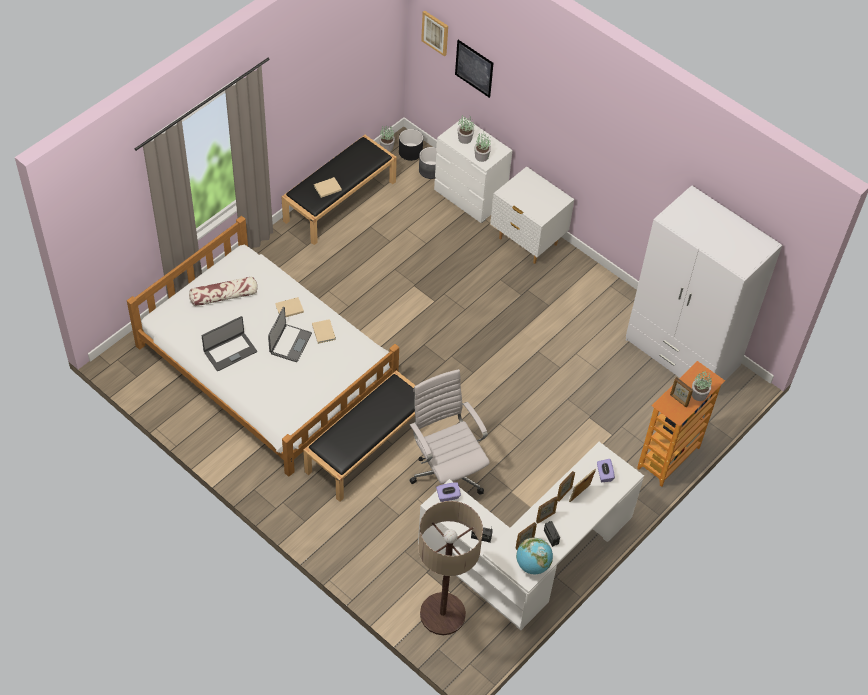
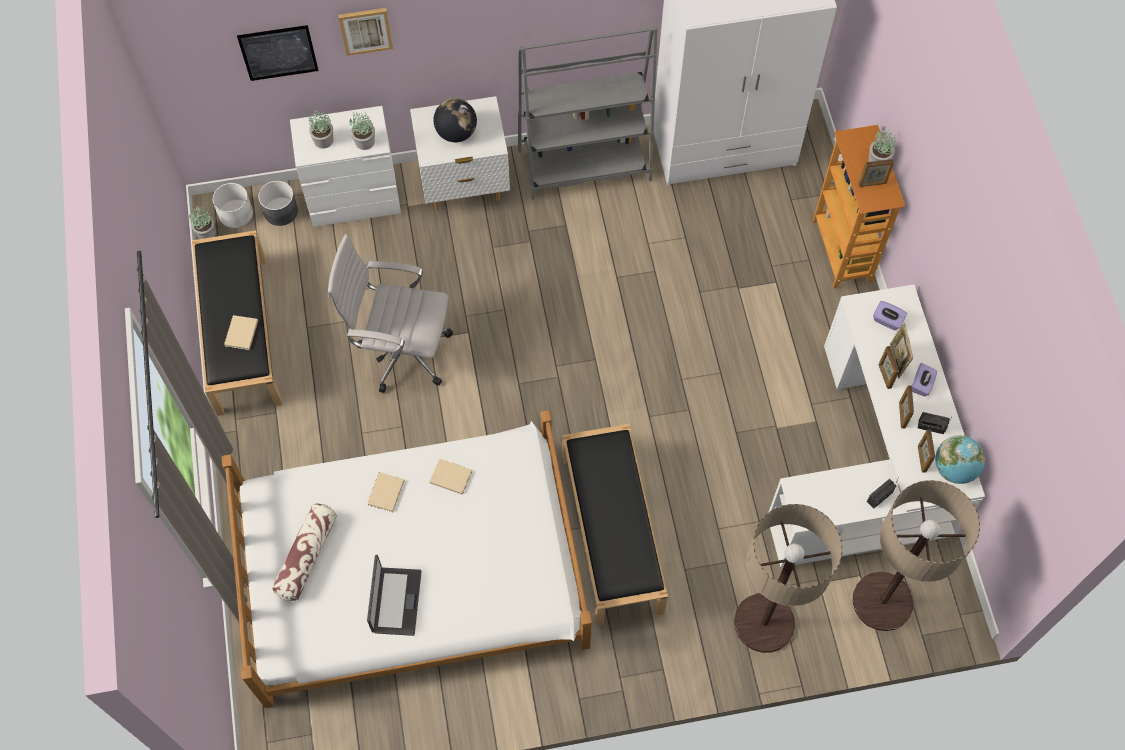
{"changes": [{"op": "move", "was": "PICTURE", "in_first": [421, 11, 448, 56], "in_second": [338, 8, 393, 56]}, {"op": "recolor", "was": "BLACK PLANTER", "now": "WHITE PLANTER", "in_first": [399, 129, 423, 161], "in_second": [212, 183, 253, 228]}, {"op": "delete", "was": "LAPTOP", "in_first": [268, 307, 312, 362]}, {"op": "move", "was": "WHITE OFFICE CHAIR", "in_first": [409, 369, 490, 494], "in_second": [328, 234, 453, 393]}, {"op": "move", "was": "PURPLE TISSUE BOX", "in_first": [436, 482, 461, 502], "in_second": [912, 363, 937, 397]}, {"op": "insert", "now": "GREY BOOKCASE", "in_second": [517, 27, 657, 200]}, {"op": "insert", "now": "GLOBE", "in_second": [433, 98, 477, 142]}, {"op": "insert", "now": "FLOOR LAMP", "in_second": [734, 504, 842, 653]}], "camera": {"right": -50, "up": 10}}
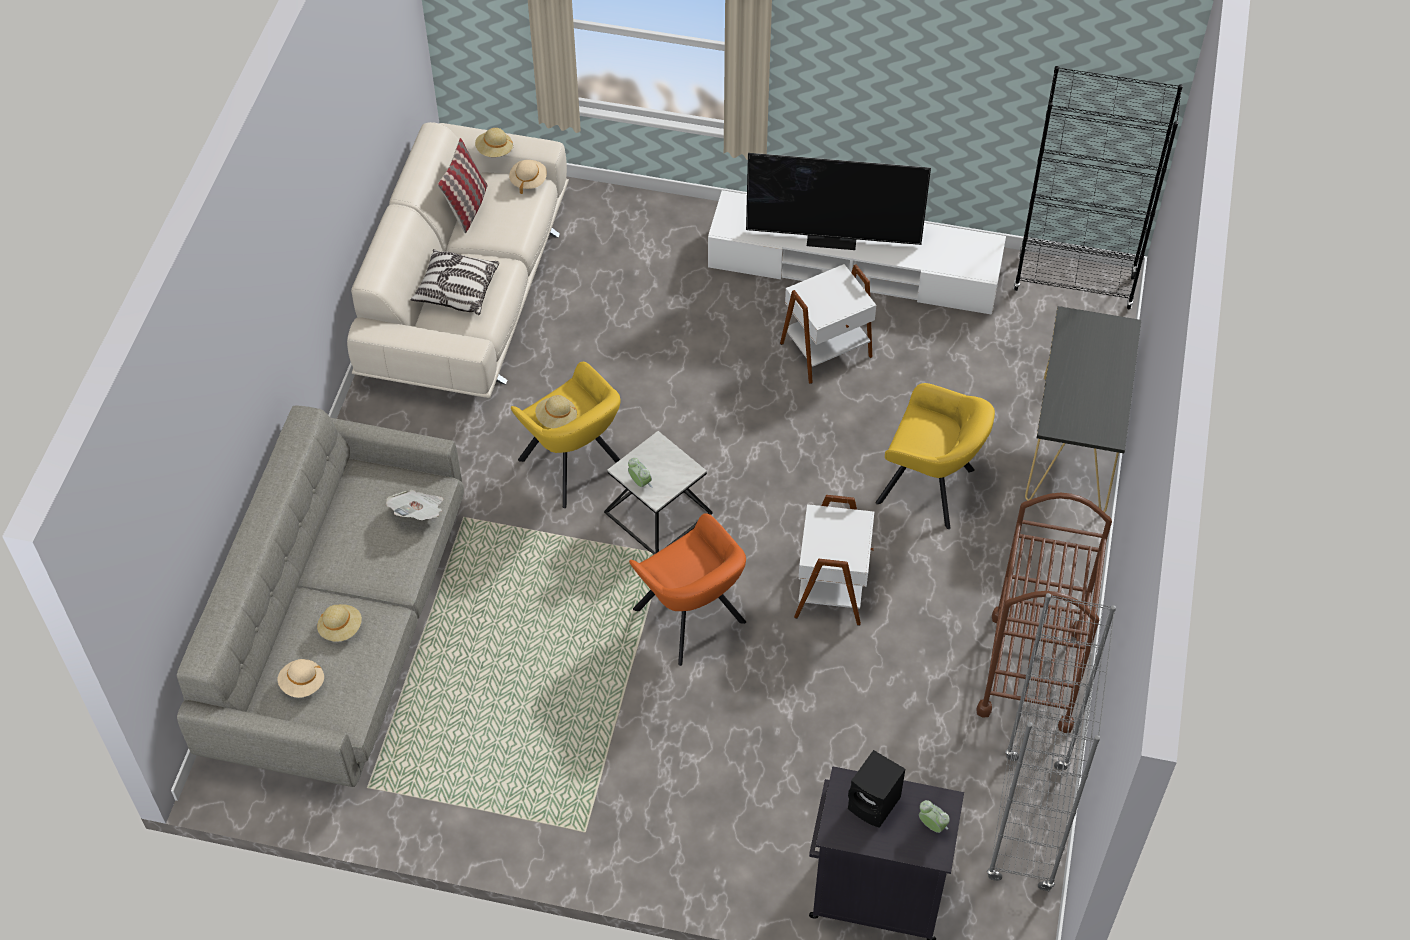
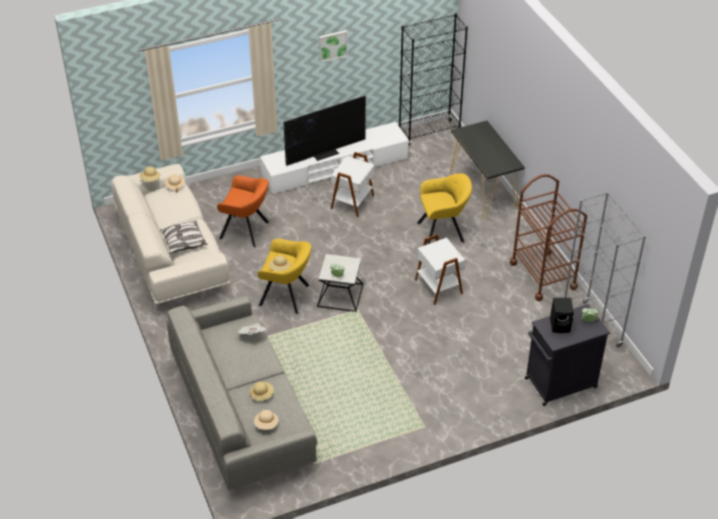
{"changes": [{"op": "delete", "was": "PILLOW", "in_first": [438, 138, 488, 233]}, {"op": "move", "was": "ORANGE ARMCHAIR", "in_first": [629, 513, 746, 666], "in_second": [217, 175, 269, 247]}, {"op": "insert", "now": "PICTURE", "in_second": [319, 30, 348, 62]}], "camera": {"right": -35, "up": -10}}
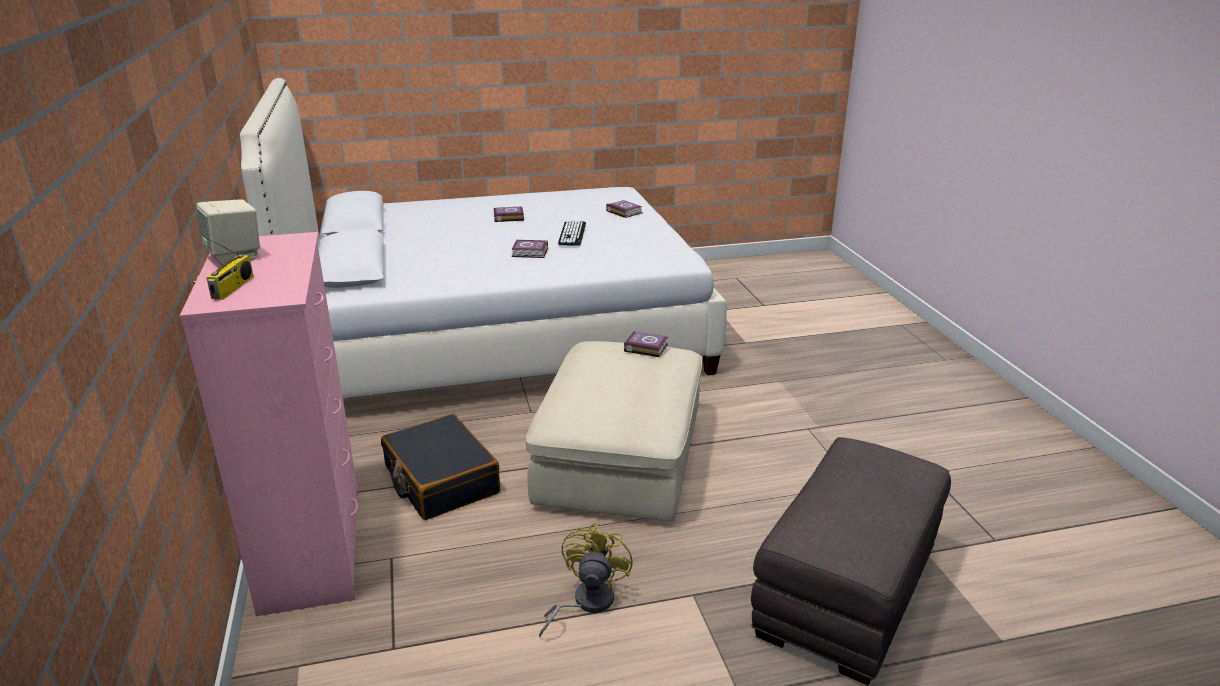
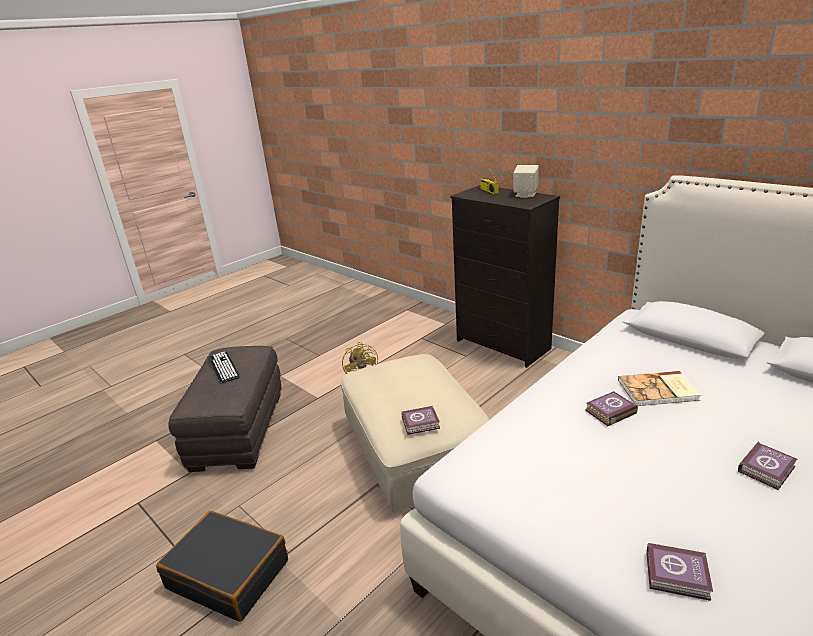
{"changes": [{"op": "move", "was": "KEYBOARD", "in_first": [558, 220, 586, 246], "in_second": [208, 351, 240, 384]}, {"op": "recolor", "was": "PINK DRESSER", "now": "BLACK DRESSER", "in_first": [180, 232, 358, 616], "in_second": [450, 185, 560, 368]}, {"op": "move", "was": "BLACK SUITCASE", "in_first": [381, 414, 500, 520], "in_second": [156, 511, 288, 622]}, {"op": "insert", "now": "BOOK", "in_second": [618, 371, 701, 406]}], "camera": {"right": 150, "up": 0}}
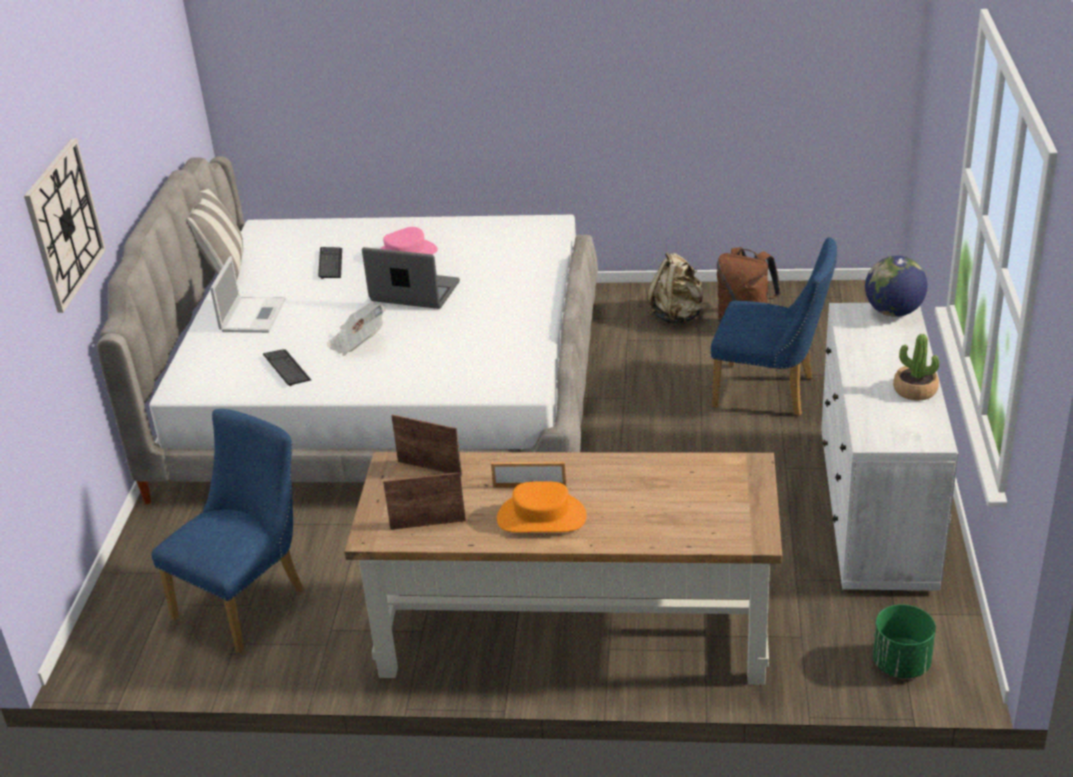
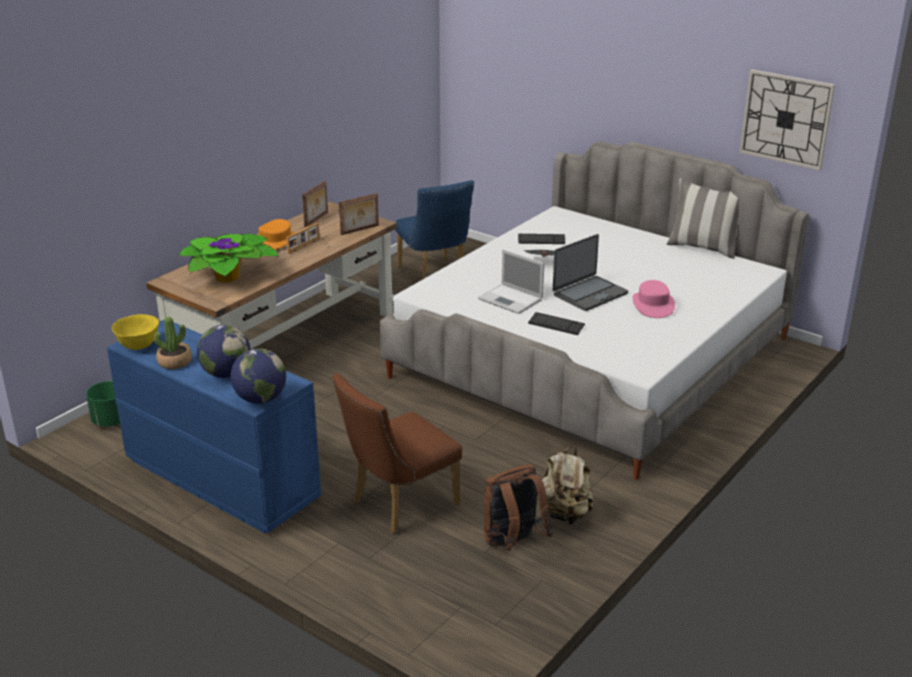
{"changes": [{"op": "move", "was": "WALL CLOCK", "in_first": [24, 138, 106, 313], "in_second": [739, 69, 835, 171]}, {"op": "recolor", "was": "BLUE CHAIR", "now": "BROWN CHAIR", "in_first": [711, 237, 837, 416], "in_second": [332, 373, 462, 533]}, {"op": "move", "was": "KEYBOARD", "in_first": [318, 247, 342, 279], "in_second": [528, 312, 585, 335]}, {"op": "move", "was": "LAPTOP", "in_first": [210, 256, 286, 333], "in_second": [478, 250, 544, 314]}, {"op": "recolor", "was": "WHITE DRESSER", "now": "BLUE DRESSER", "in_first": [821, 303, 958, 591], "in_second": [107, 320, 321, 533]}, {"op": "insert", "now": "POTTED PLANT", "in_second": [178, 234, 279, 283]}, {"op": "insert", "now": "YELLOW BOWL", "in_second": [112, 314, 159, 350]}, {"op": "insert", "now": "GLOBE", "in_second": [197, 325, 251, 378]}], "camera": {"right": 120, "up": -5}}
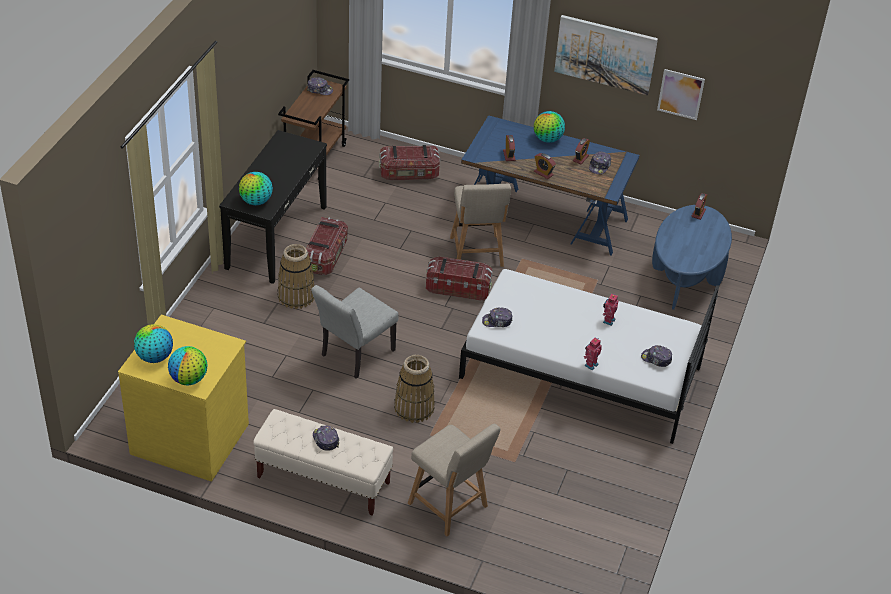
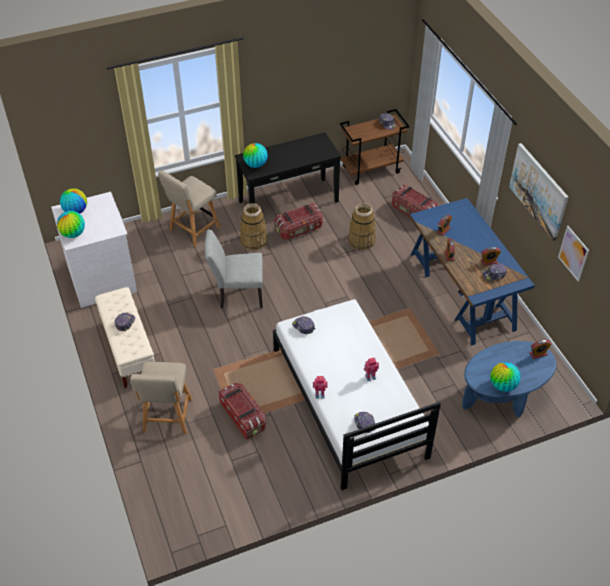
{"changes": [{"op": "move", "was": "GLOBE", "in_first": [534, 111, 565, 143], "in_second": [490, 362, 521, 392]}, {"op": "move", "was": "BEIGE CHAIR", "in_first": [450, 184, 511, 267], "in_second": [158, 170, 221, 247]}, {"op": "move", "was": "STORAGE BOX", "in_first": [426, 257, 493, 301], "in_second": [219, 383, 266, 439]}, {"op": "recolor", "was": "YELLOW DRESSER", "now": "WHITE DRESSER", "in_first": [118, 315, 249, 482], "in_second": [51, 192, 137, 308]}, {"op": "move", "was": "BASKET", "in_first": [394, 355, 435, 423], "in_second": [348, 203, 376, 251]}], "camera": {"right": 50, "up": 5}}
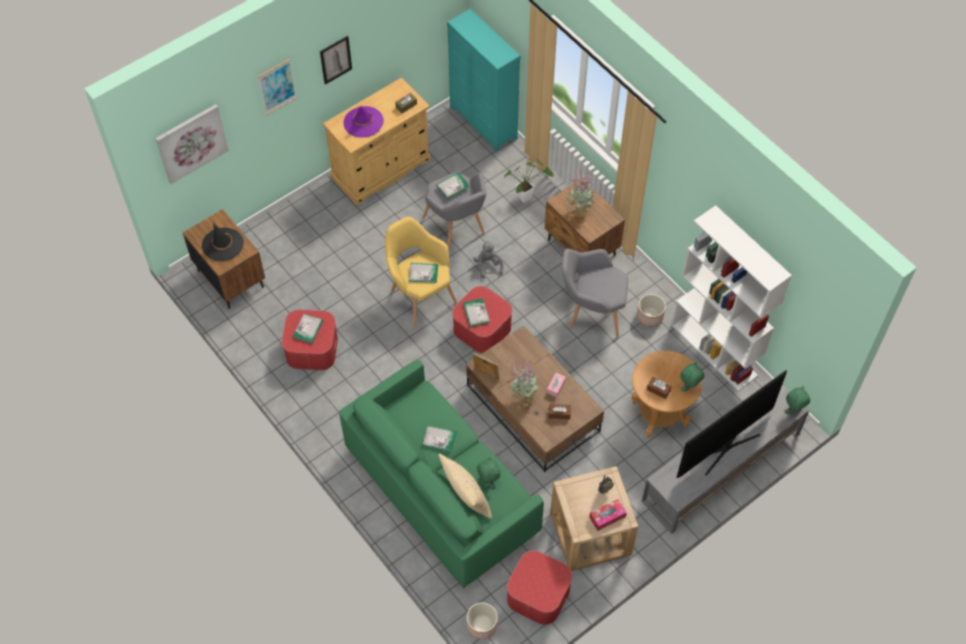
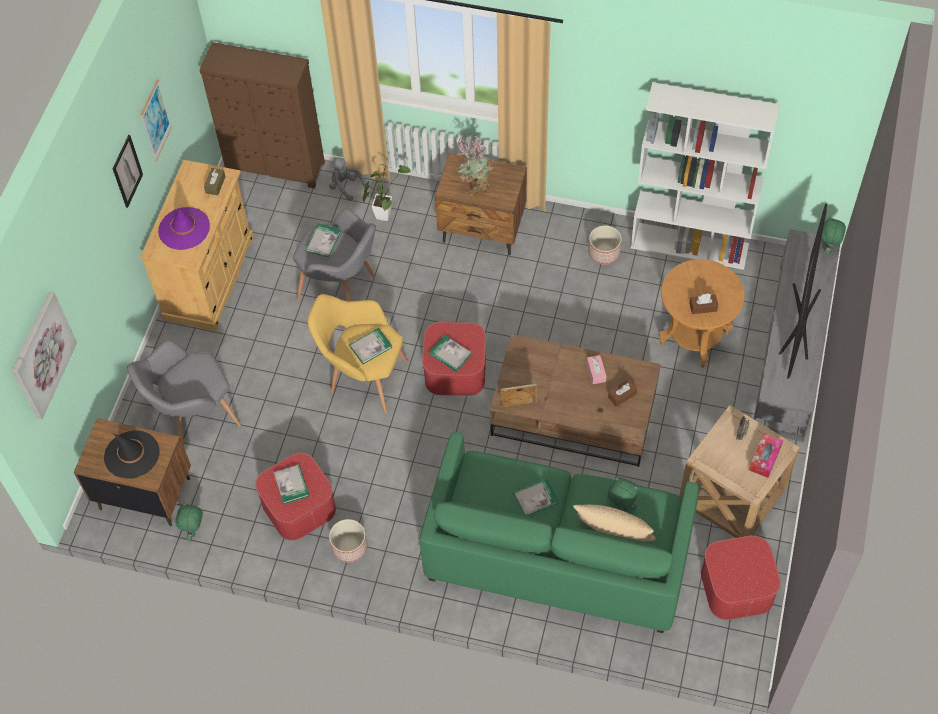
{"changes": [{"op": "recolor", "was": "TURQUOISE DRESSER", "now": "BROWN DRESSER", "in_first": [447, 9, 521, 152], "in_second": [199, 42, 325, 189]}, {"op": "move", "was": "PICTURE", "in_first": [258, 59, 297, 116], "in_second": [140, 79, 172, 161]}, {"op": "move", "was": "GREY PLUSH TOY", "in_first": [473, 240, 504, 279], "in_second": [329, 158, 366, 201]}, {"op": "move", "was": "GREY ARMCHAIR", "in_first": [561, 249, 628, 338], "in_second": [127, 341, 241, 446]}, {"op": "delete", "was": "POTTED PLANT", "in_first": [509, 360, 539, 408]}, {"op": "move", "was": "GREEN PLUSH TOY", "in_first": [680, 362, 705, 392], "in_second": [175, 502, 203, 541]}, {"op": "move", "was": "PLANTER", "in_first": [467, 603, 498, 639], "in_second": [329, 519, 367, 563]}], "camera": {"right": -35, "up": 0}}
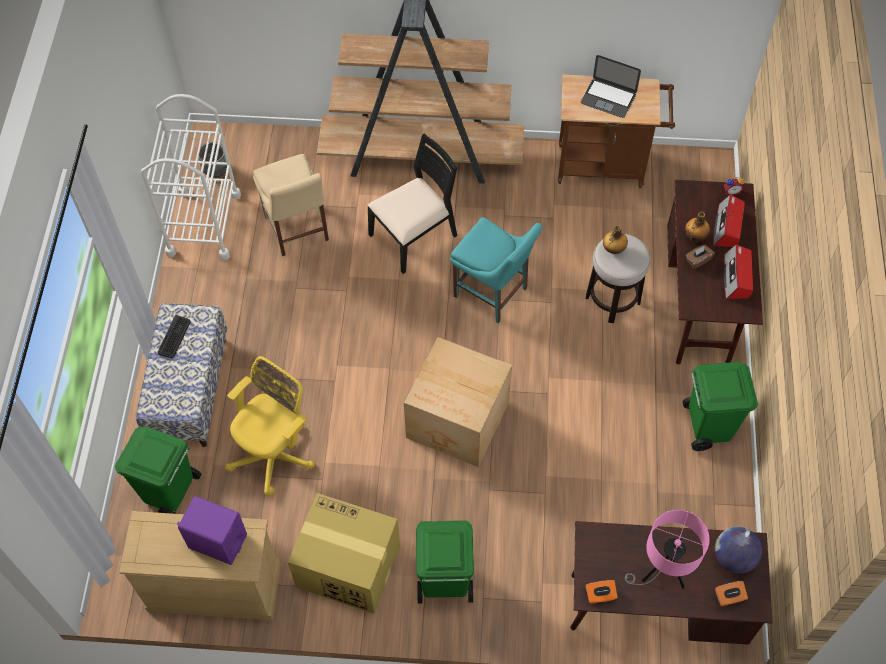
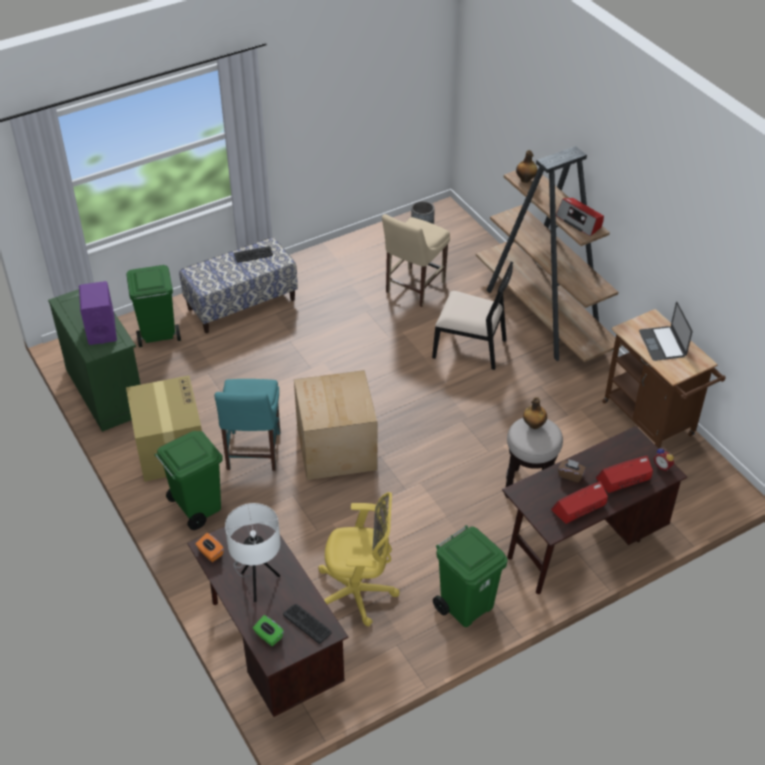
{"changes": [{"op": "delete", "was": "WHITE CART", "in_first": [141, 94, 241, 260]}, {"op": "move", "was": "BOTTLE", "in_first": [685, 212, 710, 243], "in_second": [516, 150, 538, 183]}, {"op": "move", "was": "TURQUOISE CHAIR", "in_first": [450, 217, 543, 323], "in_second": [214, 379, 280, 471]}, {"op": "move", "was": "YELLOW OFFICE CHAIR", "in_first": [225, 356, 315, 496], "in_second": [318, 492, 400, 627]}, {"op": "recolor", "was": "PINK TABLE LAMP", "now": "WHITE TABLE LAMP", "in_first": [625, 510, 710, 589], "in_second": [225, 503, 280, 602]}, {"op": "recolor", "was": "BEIGE DRESSER", "now": "GREEN DRESSER", "in_first": [119, 511, 281, 620], "in_second": [48, 289, 141, 432]}, {"op": "replace", "was": "GLOBE", "now": "KEYBOARD", "in_first": [715, 527, 762, 573], "in_second": [283, 604, 332, 644]}, {"op": "recolor", "was": "ORANGE TISSUE BOX", "now": "GREEN TISSUE BOX", "in_first": [715, 581, 748, 606], "in_second": [253, 615, 284, 646]}, {"op": "insert", "now": "RADIO", "in_second": [556, 198, 604, 236]}], "camera": {"right": 55, "up": -15}}
